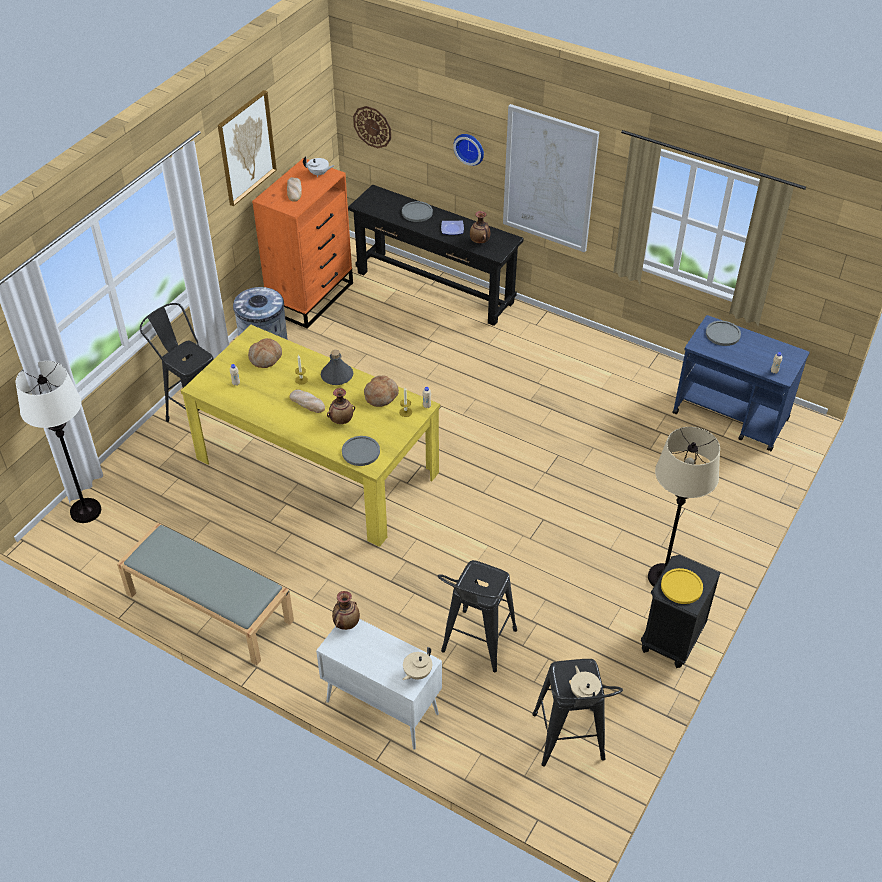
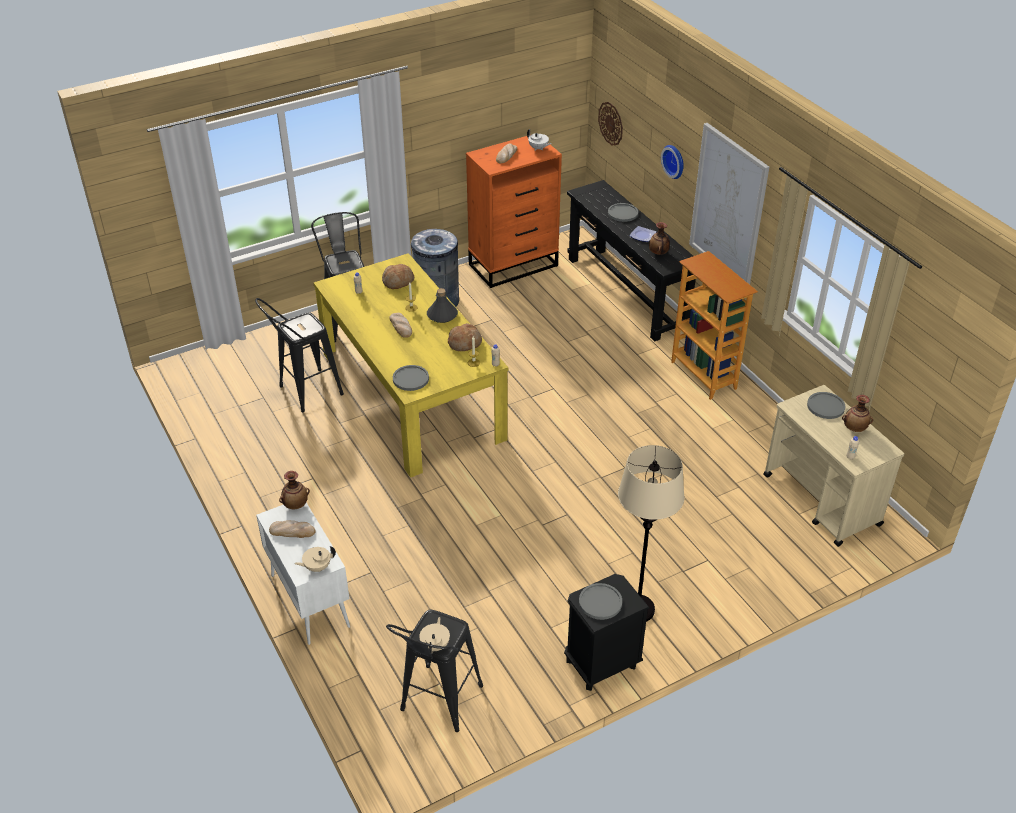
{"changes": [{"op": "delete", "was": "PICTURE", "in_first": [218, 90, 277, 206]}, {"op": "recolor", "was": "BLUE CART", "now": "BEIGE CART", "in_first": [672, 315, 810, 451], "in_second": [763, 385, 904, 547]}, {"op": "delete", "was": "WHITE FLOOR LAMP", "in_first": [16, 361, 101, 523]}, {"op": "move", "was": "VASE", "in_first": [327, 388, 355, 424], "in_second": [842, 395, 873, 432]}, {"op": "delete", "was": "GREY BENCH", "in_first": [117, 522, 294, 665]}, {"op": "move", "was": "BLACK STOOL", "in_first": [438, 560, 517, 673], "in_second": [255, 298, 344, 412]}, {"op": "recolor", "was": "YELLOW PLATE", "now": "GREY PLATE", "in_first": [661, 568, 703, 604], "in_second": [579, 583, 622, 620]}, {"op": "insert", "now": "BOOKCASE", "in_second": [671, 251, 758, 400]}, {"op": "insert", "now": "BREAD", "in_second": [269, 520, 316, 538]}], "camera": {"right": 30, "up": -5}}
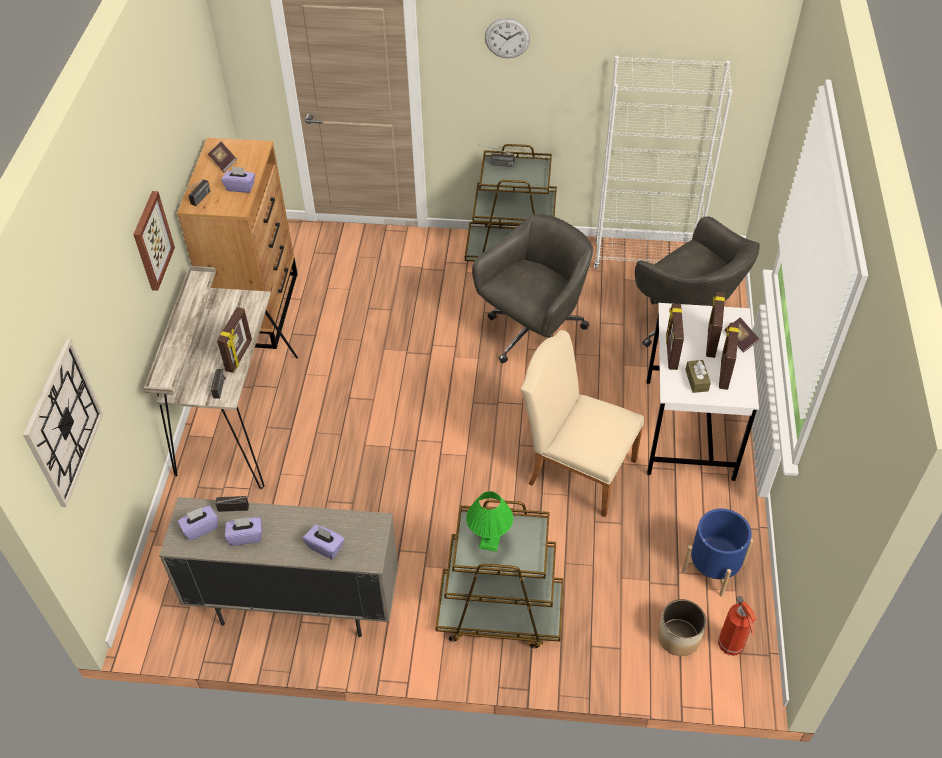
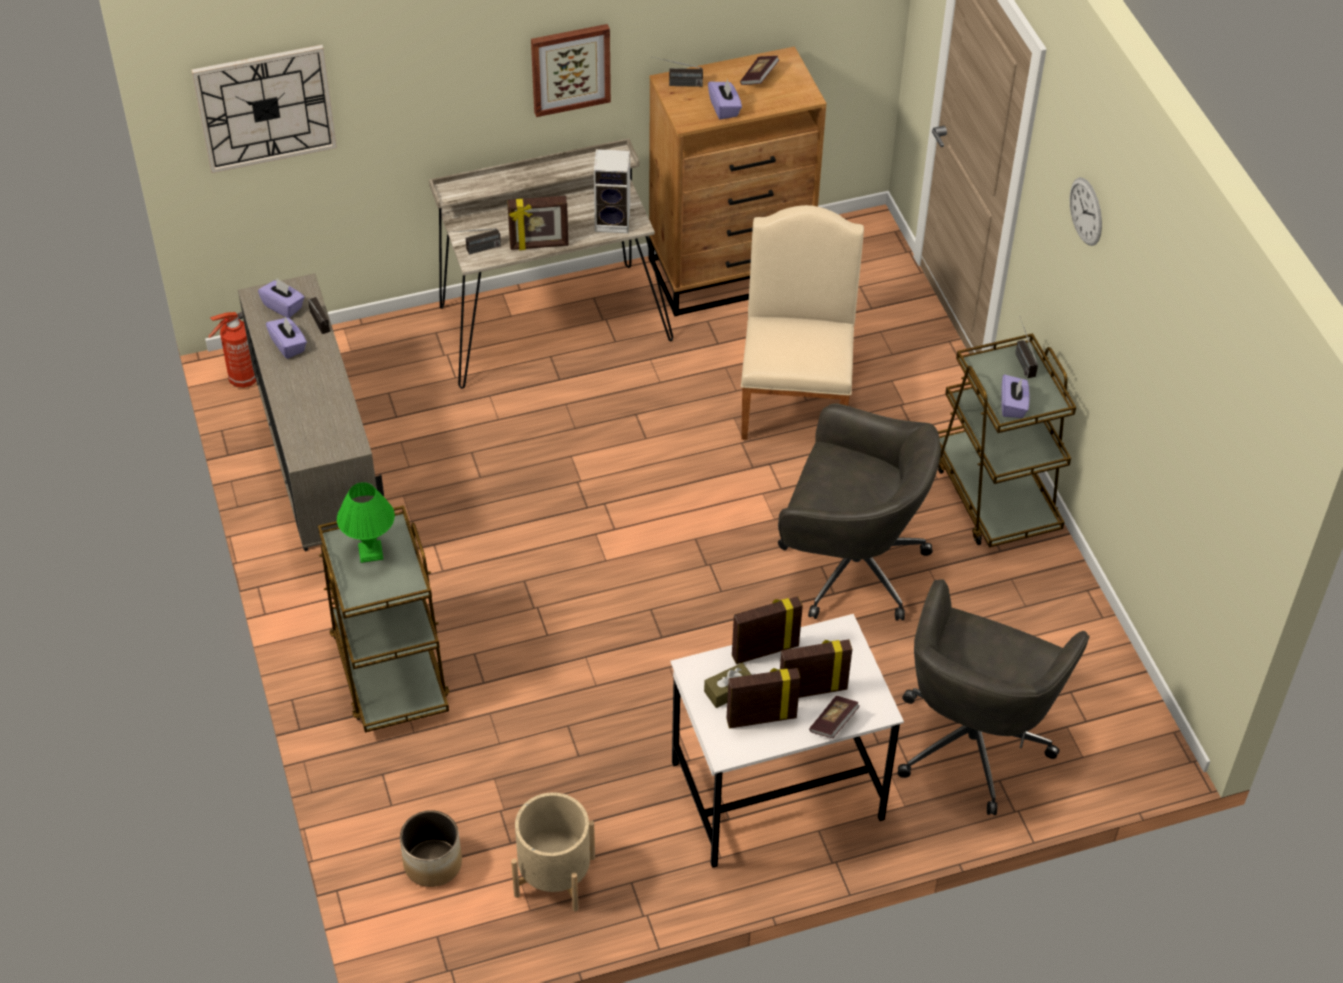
{"changes": [{"op": "delete", "was": "WHITE BOOKCASE", "in_first": [594, 56, 733, 269]}, {"op": "move", "was": "BEIGE CHAIR", "in_first": [521, 330, 644, 517], "in_second": [741, 205, 864, 440]}, {"op": "recolor", "was": "BLUE PLANTER", "now": "BEIGE PLANTER", "in_first": [682, 509, 753, 597], "in_second": [511, 793, 595, 912]}, {"op": "move", "was": "PURPLE TISSUE BOX", "in_first": [303, 524, 345, 559], "in_second": [1001, 374, 1030, 418]}, {"op": "move", "was": "FIRE EXTINGUISHER", "in_first": [718, 596, 757, 656], "in_second": [208, 311, 256, 388]}, {"op": "insert", "now": "SPEAKER", "in_second": [594, 149, 630, 233]}], "camera": {"right": 65, "up": 0}}
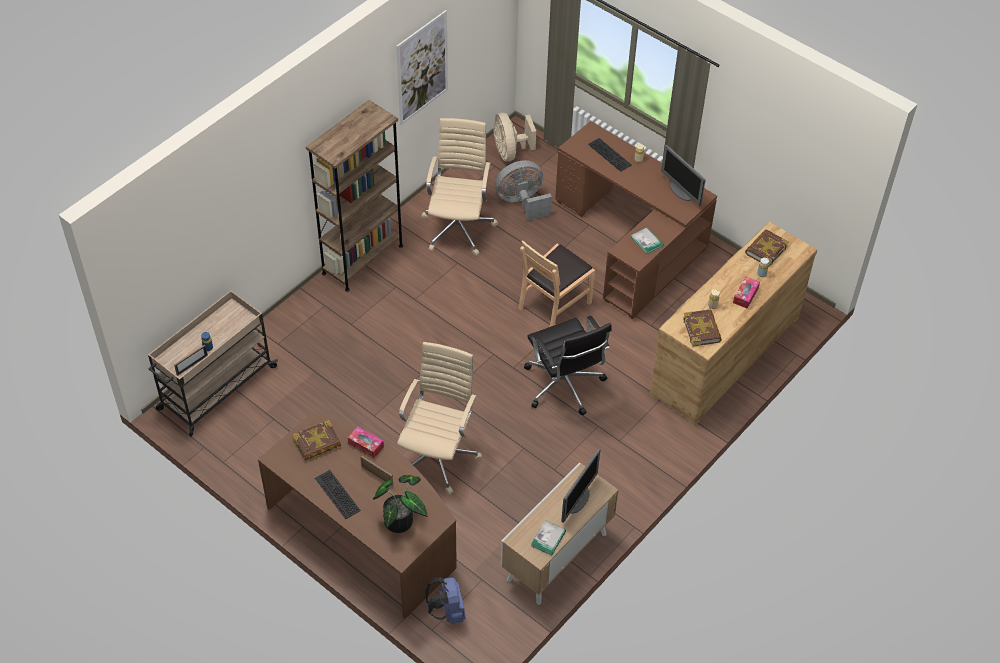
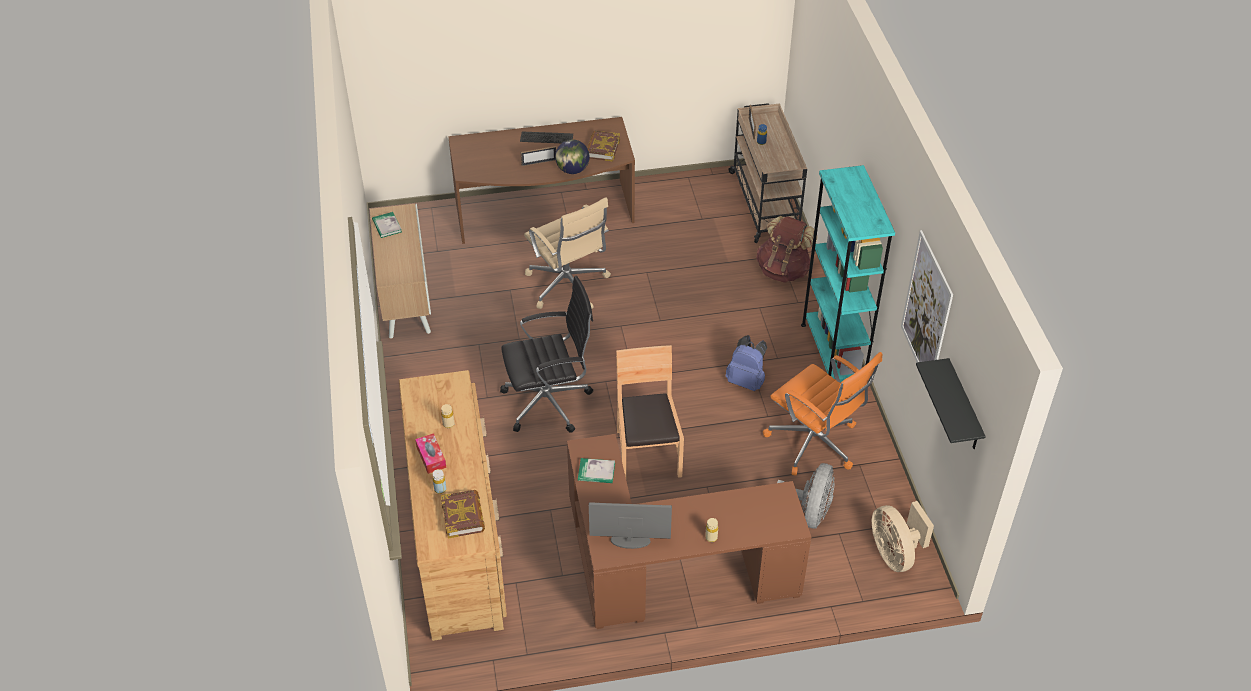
{"changes": [{"op": "recolor", "was": "BROWN BOOKCASE", "now": "TURQUOISE BOOKCASE", "in_first": [306, 100, 403, 292], "in_second": [801, 165, 895, 382]}, {"op": "rotate", "was": "BEIGE FAN", "in_first": [494, 113, 536, 161], "in_second": [872, 501, 934, 572], "clockwise": -135}, {"op": "recolor", "was": "BEIGE OFFICE CHAIR", "now": "ORANGE OFFICE CHAIR", "in_first": [421, 118, 498, 256], "in_second": [763, 352, 883, 475]}, {"op": "delete", "was": "KEYBOARD", "in_first": [588, 138, 632, 172]}, {"op": "delete", "was": "BOOK", "in_first": [683, 309, 722, 347]}, {"op": "rotate", "was": "BLACK OFFICE CHAIR", "in_first": [524, 316, 611, 415], "in_second": [500, 276, 593, 433], "clockwise": 150}, {"op": "replace", "was": "TISSUE BOX", "now": "GLOBE", "in_first": [348, 426, 384, 458], "in_second": [555, 139, 590, 174]}, {"op": "delete", "was": "MONITOR", "in_first": [561, 449, 600, 523]}, {"op": "delete", "was": "POTTED PLANT", "in_first": [373, 475, 427, 533]}, {"op": "move", "was": "BLUE BACKPACK", "in_first": [425, 577, 465, 624], "in_second": [726, 335, 767, 391]}, {"op": "insert", "now": "BROWN BACKPACK", "in_second": [756, 216, 818, 283]}, {"op": "insert", "now": "BLACK SHELF", "in_second": [916, 358, 986, 449]}], "camera": {"right": 130, "up": -5}}
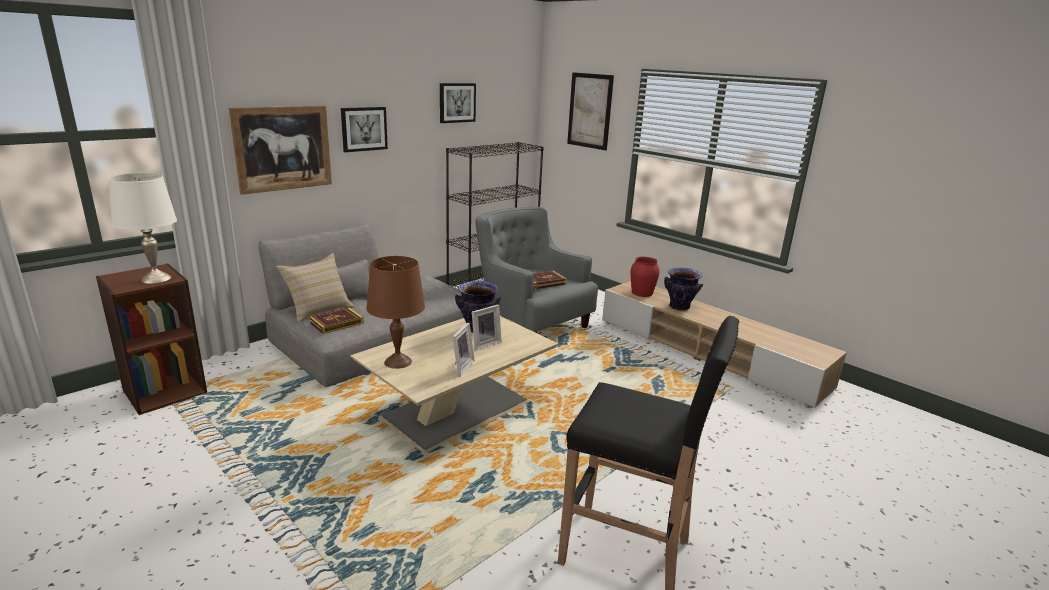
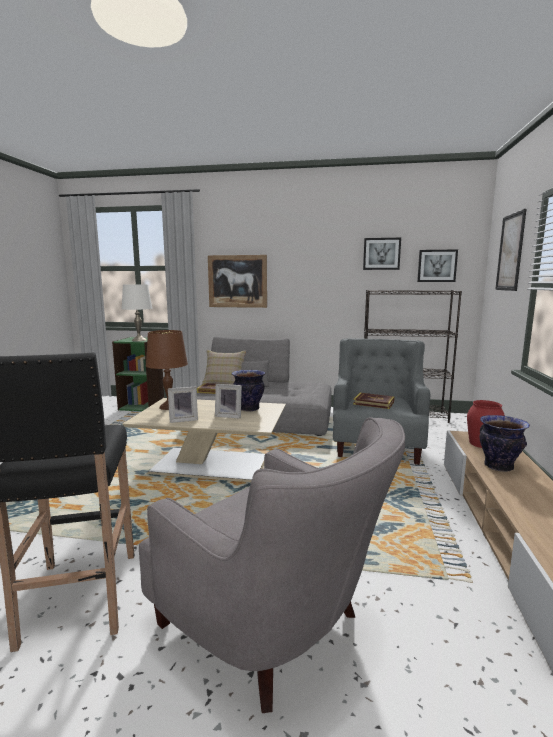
{"changes": [{"op": "move", "was": "PICTURE", "in_first": [341, 107, 388, 152], "in_second": [417, 249, 458, 282]}, {"op": "recolor", "was": "BROWN BOOKCASE", "now": "GREEN BOOKCASE", "in_first": [96, 263, 207, 415], "in_second": [112, 337, 164, 411]}, {"op": "insert", "now": "GREY ARMCHAIR", "in_second": [139, 417, 405, 713]}], "camera": {"right": 55, "up": -10}}
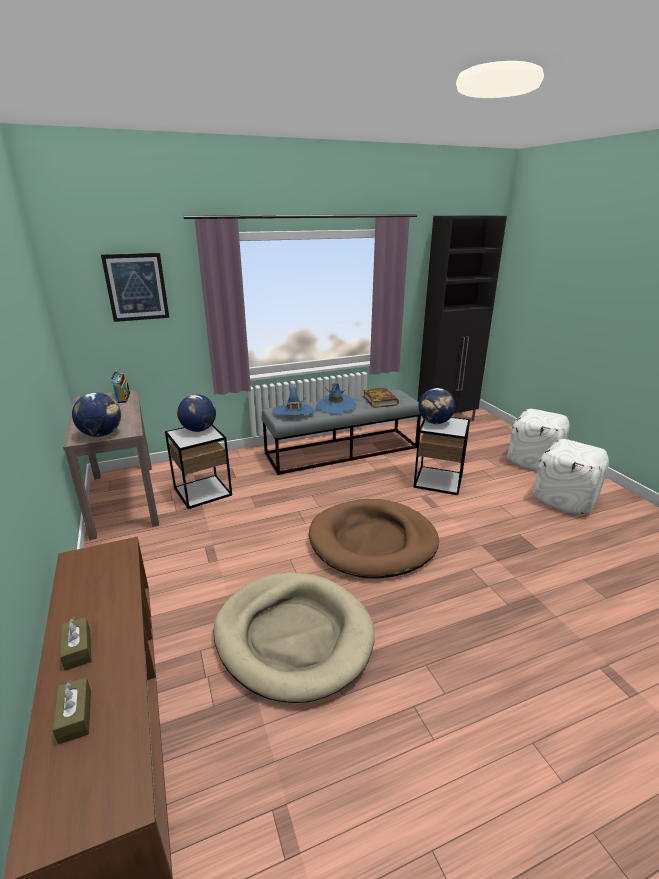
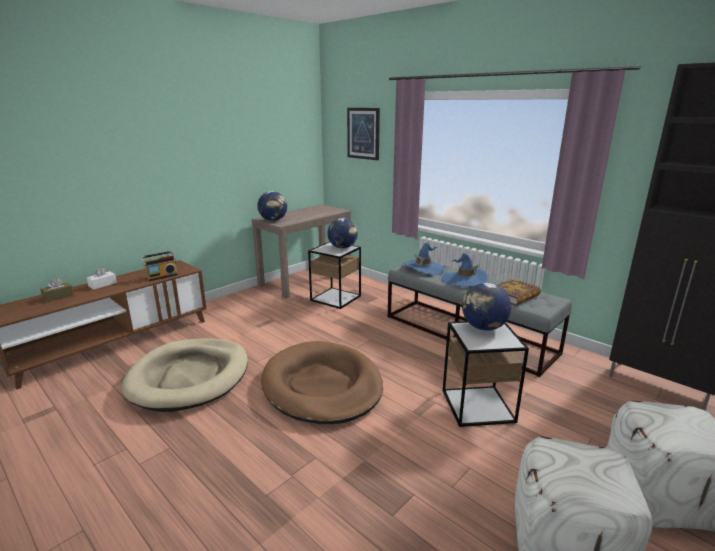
{"changes": [{"op": "move", "was": "RADIO", "in_first": [109, 371, 130, 403], "in_second": [141, 251, 178, 281]}, {"op": "recolor", "was": "BROWN TISSUE BOX", "now": "WHITE TISSUE BOX", "in_first": [60, 617, 92, 671], "in_second": [87, 267, 117, 290]}], "camera": {"right": 65, "up": -5}}
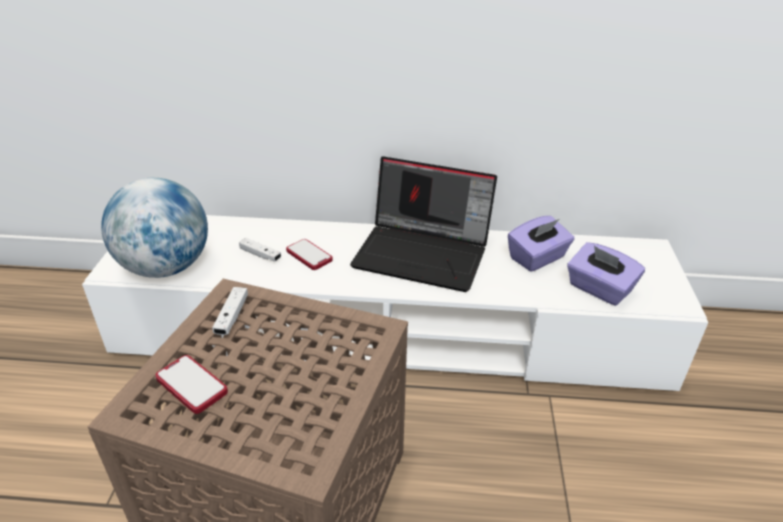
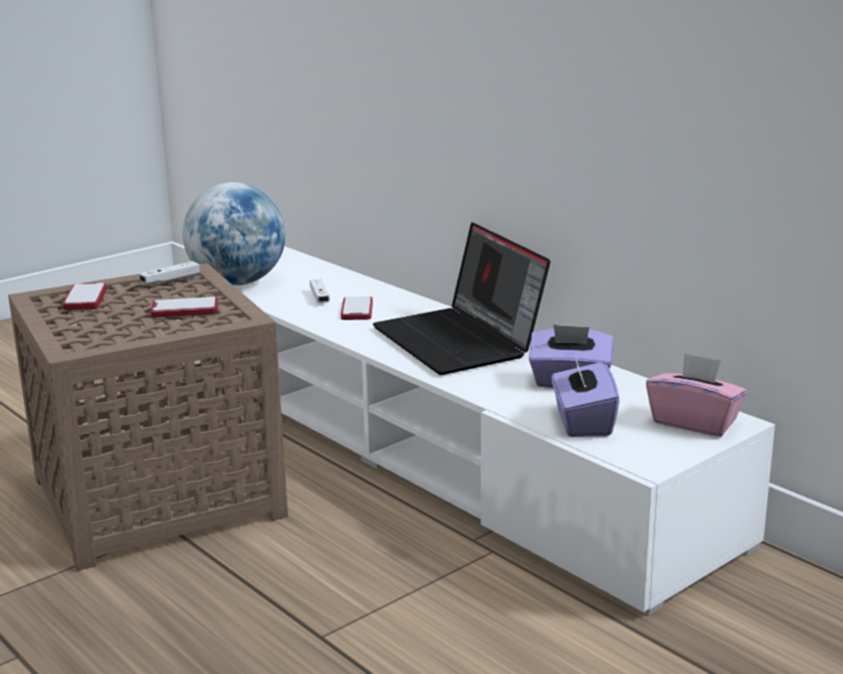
{"changes": [{"op": "insert", "now": "PHONE", "in_second": [151, 297, 218, 317]}, {"op": "insert", "now": "PINK TISSUE BOX", "in_second": [646, 353, 747, 437]}], "camera": {"right": 45, "up": -15}}
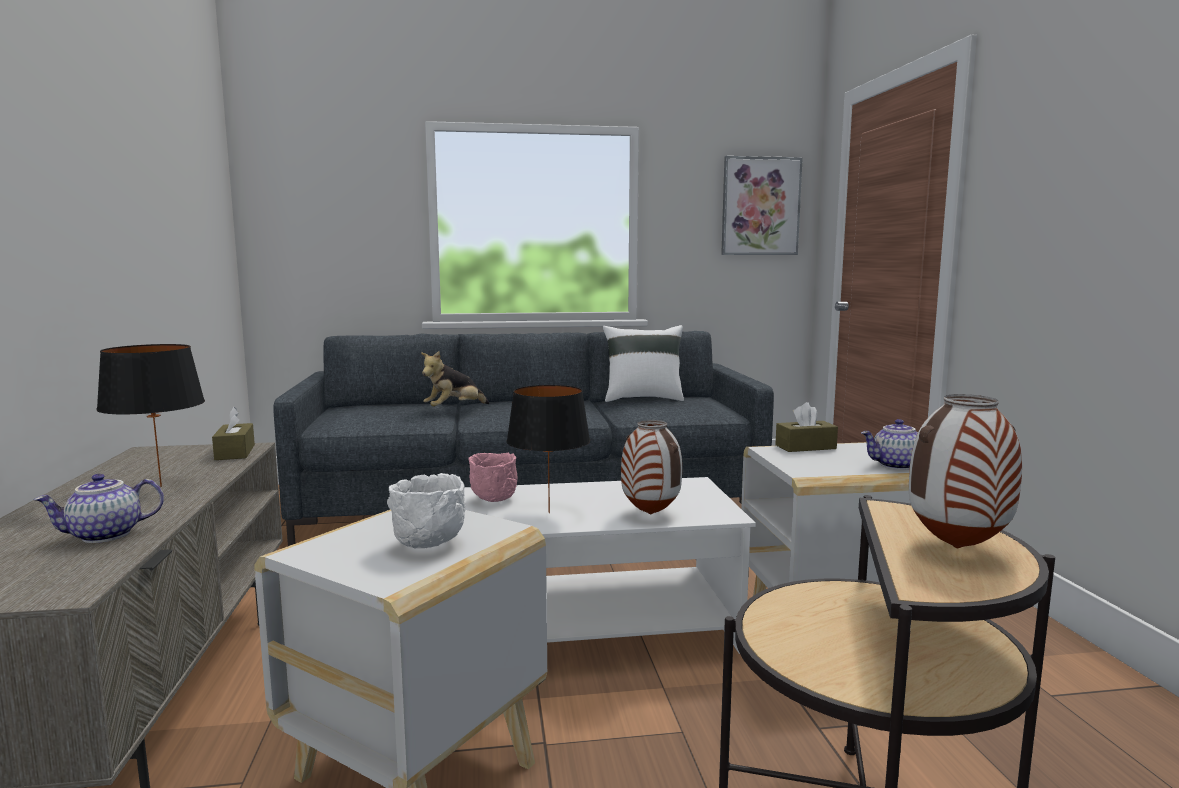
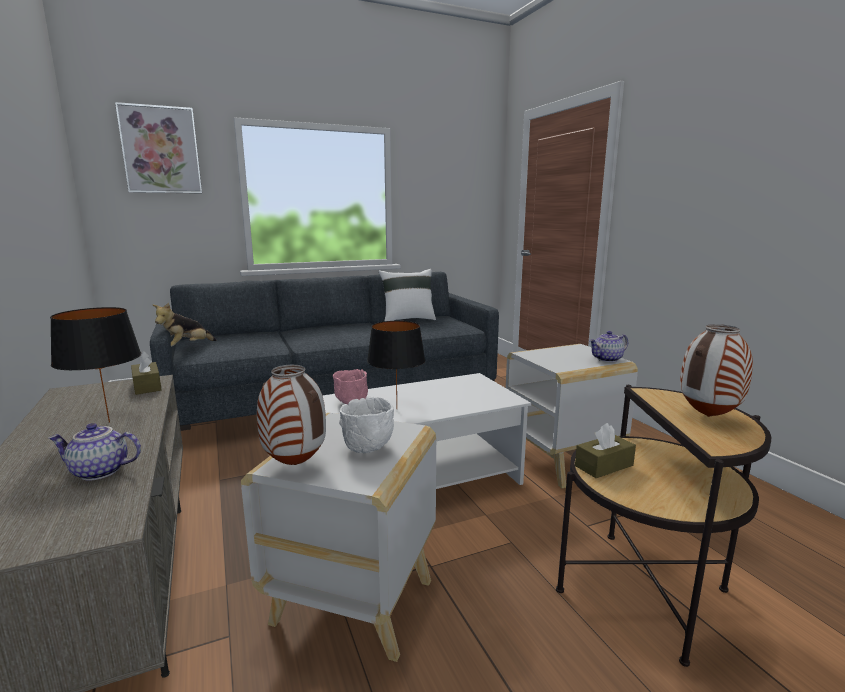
{"changes": [{"op": "move", "was": "PICTURE", "in_first": [721, 156, 803, 255], "in_second": [115, 102, 202, 193]}, {"op": "move", "was": "PLUSH TOY", "in_first": [421, 351, 489, 407], "in_second": [153, 303, 216, 347]}, {"op": "move", "was": "BROWN TISSUE BOX", "in_first": [775, 402, 838, 452], "in_second": [575, 423, 636, 478]}, {"op": "move", "was": "VASE", "in_first": [621, 420, 682, 514], "in_second": [257, 365, 326, 465]}, {"op": "rotate", "was": "TEAPOT", "in_first": [33, 474, 164, 543], "in_second": [49, 423, 141, 481], "clockwise": 45}], "camera": {"right": -15, "up": 5}}
